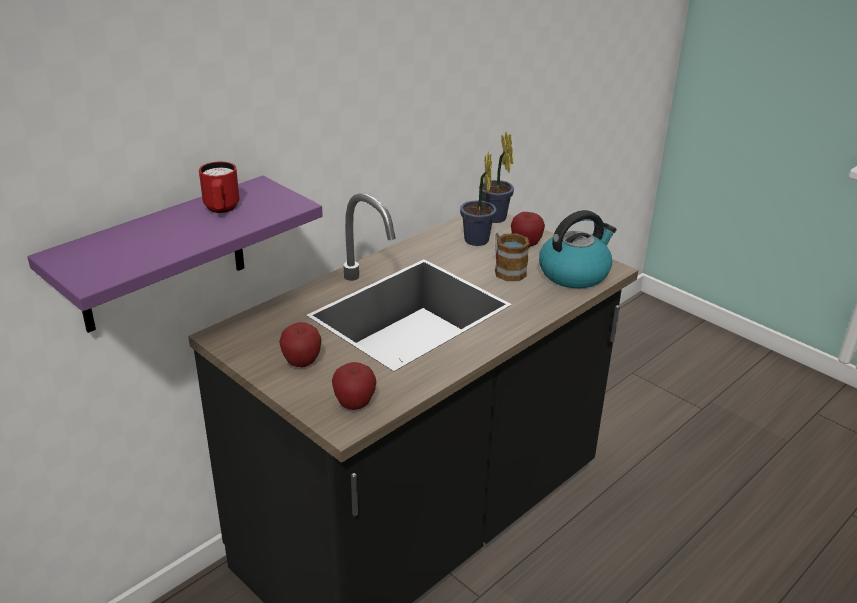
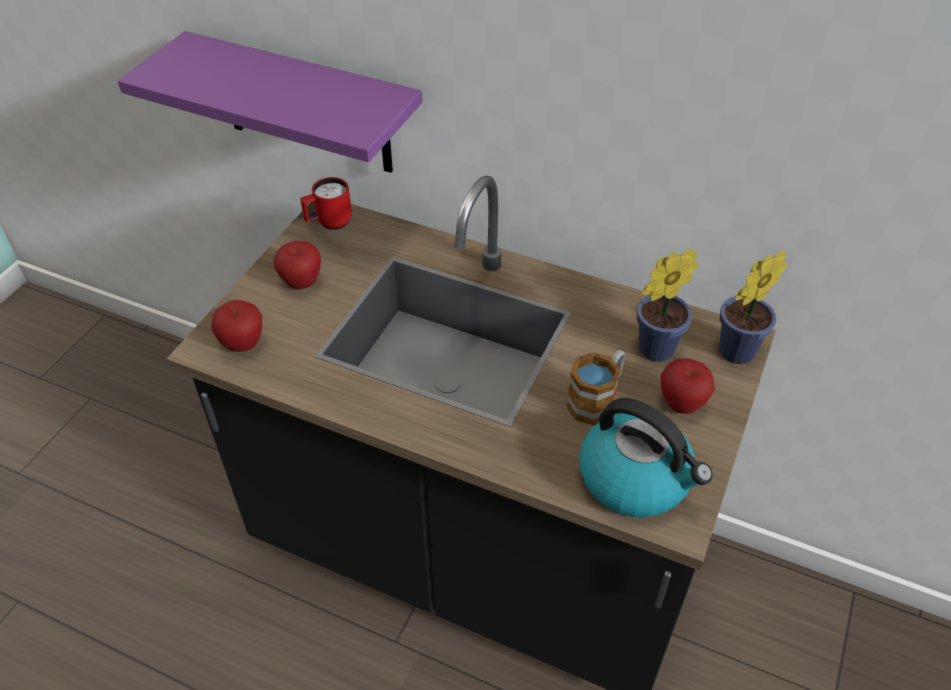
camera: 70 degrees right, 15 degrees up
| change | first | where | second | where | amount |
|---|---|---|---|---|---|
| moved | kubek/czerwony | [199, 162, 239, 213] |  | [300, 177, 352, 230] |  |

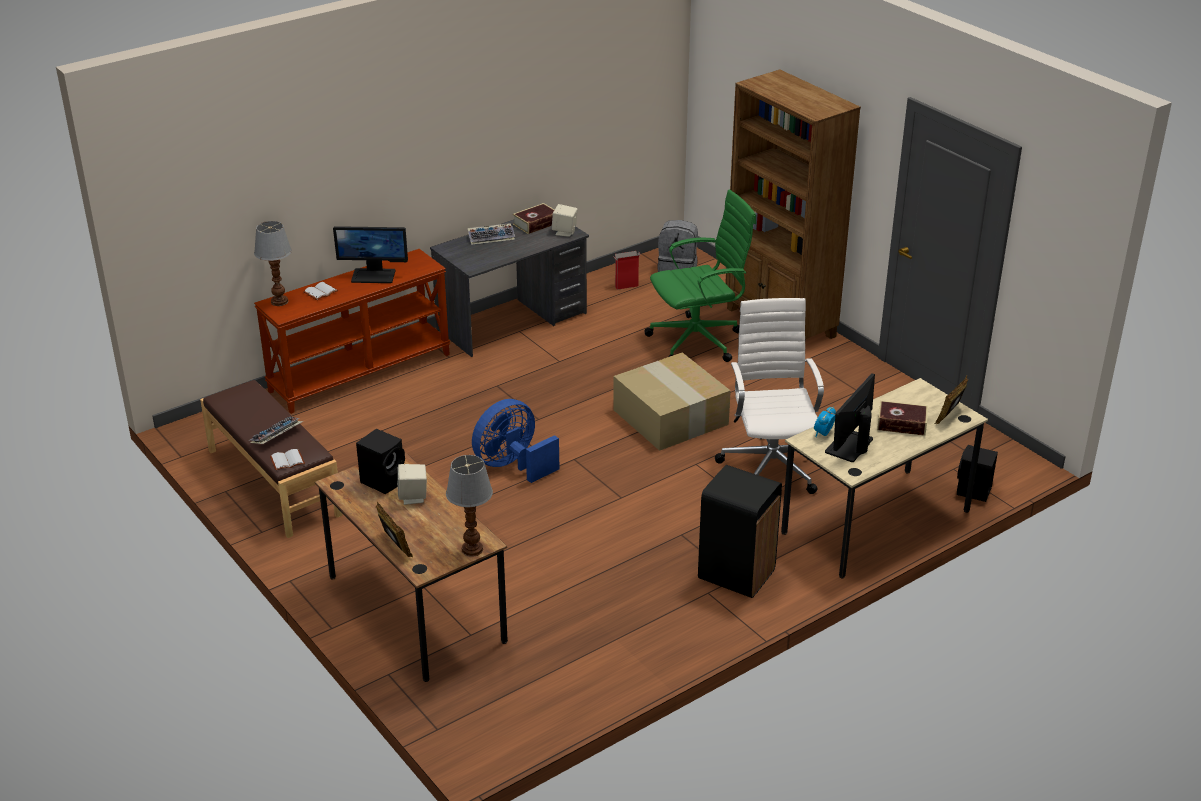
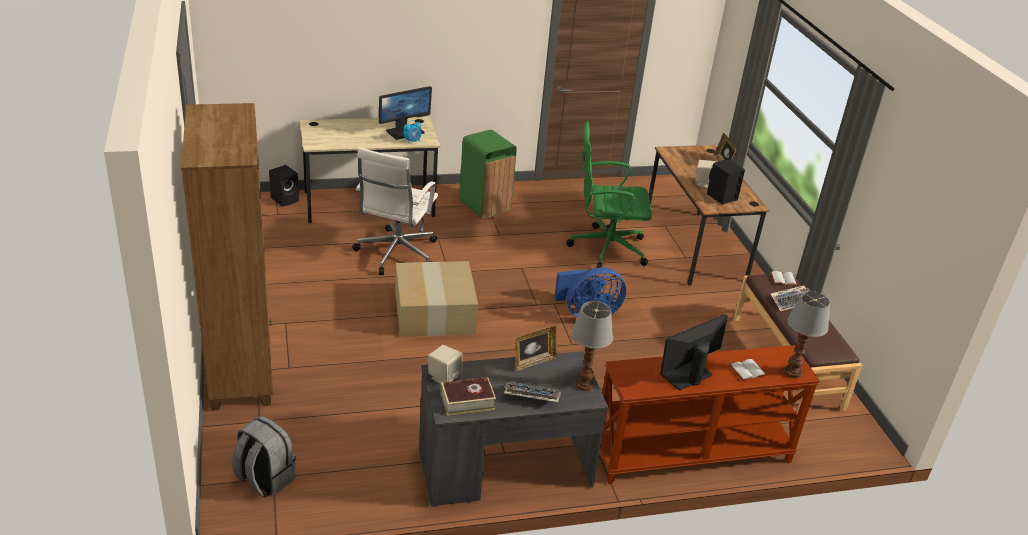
camera: 160 degrees left, 0 degrees up
| change | first | where | second | where | amount |
|---|---|---|---|---|---|
| recoloured | kosz na śmieci/czarny | [698, 465, 782, 598] | kosz na śmieci/zielony | [459, 130, 517, 219] |  |
| moved | ramka na zdjęcie | [935, 376, 968, 424] |  | [515, 326, 557, 371] |  |
| moved | krzesło biurowe/zielony | [645, 189, 756, 362] |  | [566, 121, 652, 268] |  |
| moved | lampa stołowa | [446, 455, 493, 557] |  | [571, 301, 613, 391] |  |
| turned | monitor | [333, 226, 408, 283] |  | [660, 314, 728, 390] | 60 degrees counterclockwise |
| removed | karton | [613, 251, 640, 290] |  |  |  |
| removed | książka | [877, 400, 928, 436] |  |  |  |

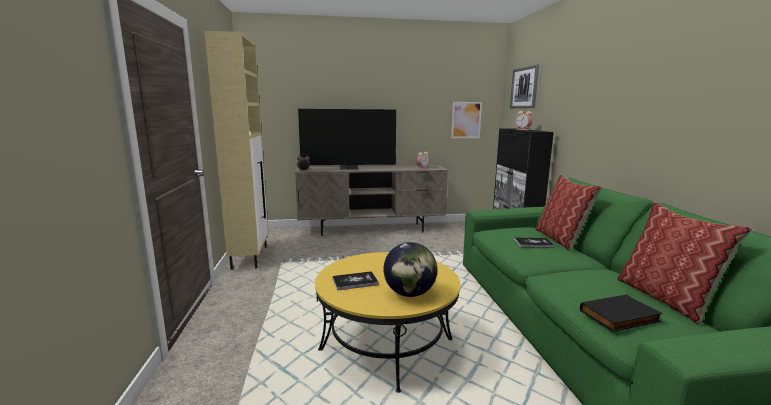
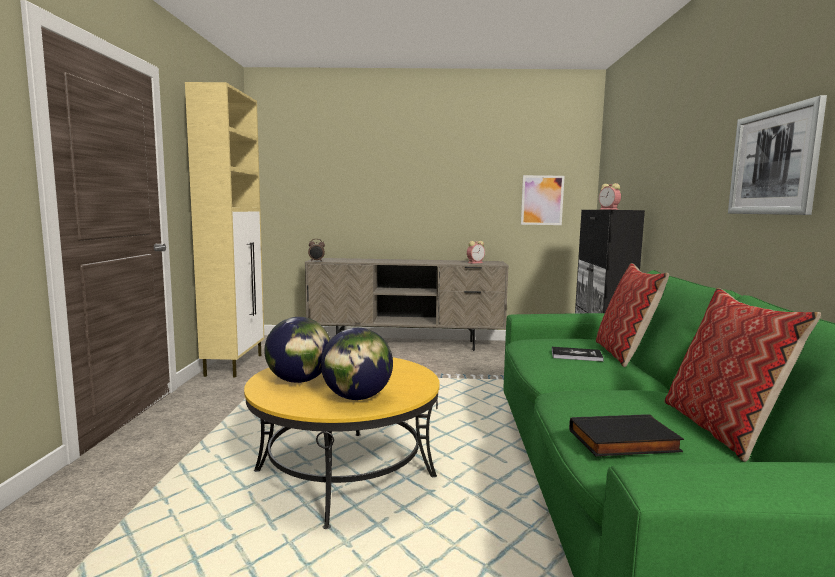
camera: 10 degrees right, 5 degrees down
| change | first | where | second | where | amount |
|---|---|---|---|---|---|
| replaced | książka | [332, 271, 379, 291] | globus | [264, 317, 330, 383] |  |
| moved | obraz | [510, 64, 539, 108] |  | [728, 95, 827, 215] |  |
| removed | telewizor | [298, 109, 396, 170] |  |  |  |

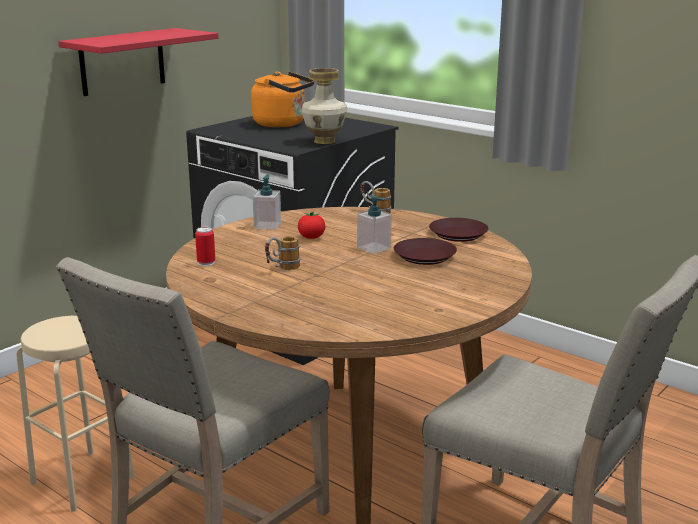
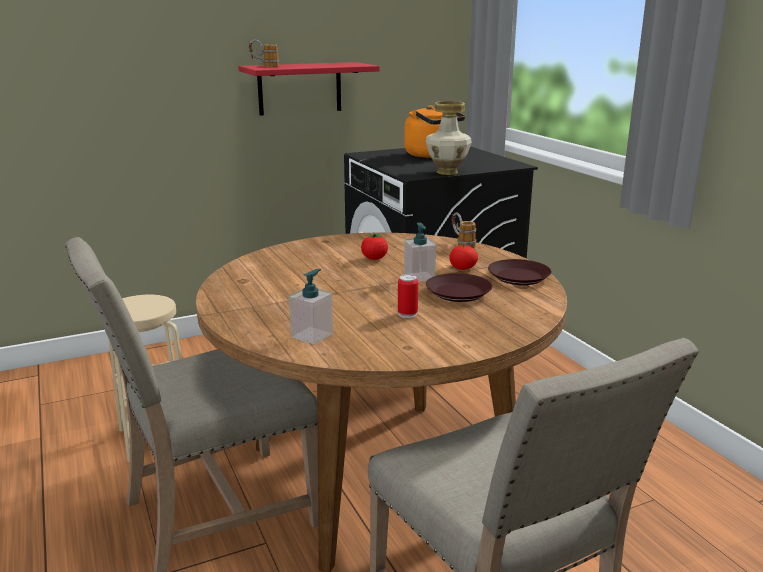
camera: 25 degrees right, 0 degrees up
| change | first | where | second | where | amount |
|---|---|---|---|---|---|
| moved | kubek | [265, 236, 300, 270] |  | [249, 40, 279, 67] |  |
| moved | dozownik mydła | [252, 174, 281, 230] |  | [289, 269, 333, 345] |  |
| moved | puszka | [195, 227, 215, 266] |  | [398, 274, 418, 318] |  |
| added |  |  | pomidor | [449, 245, 478, 270] |  |

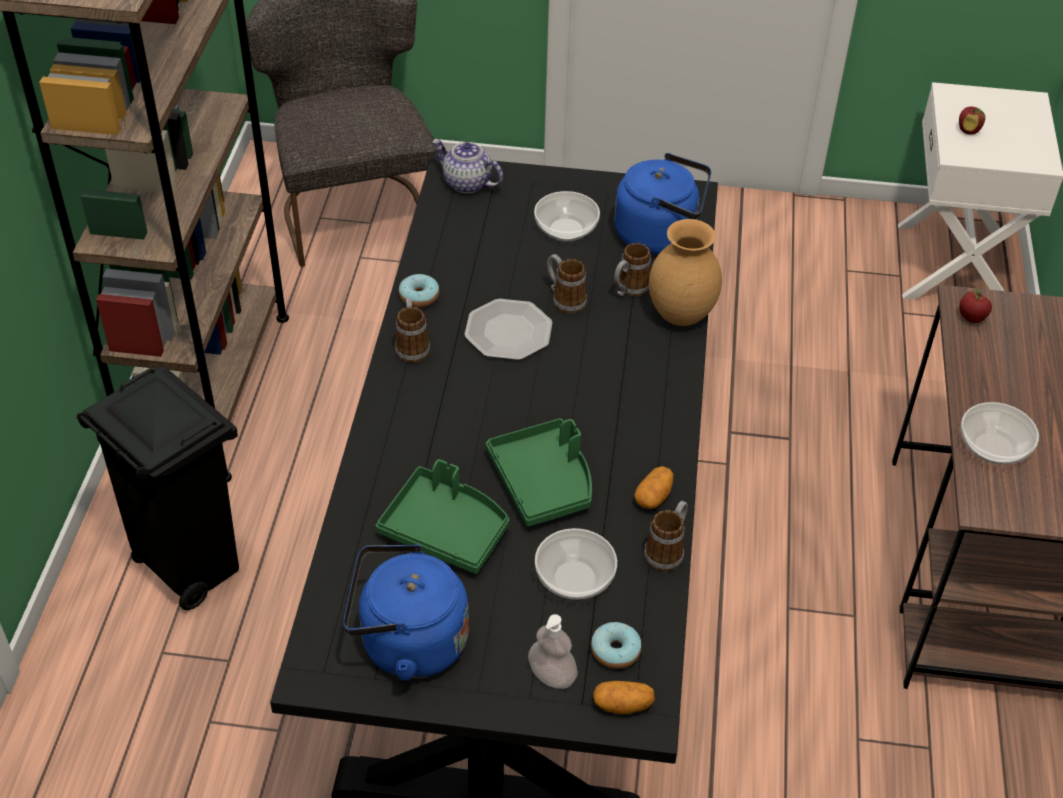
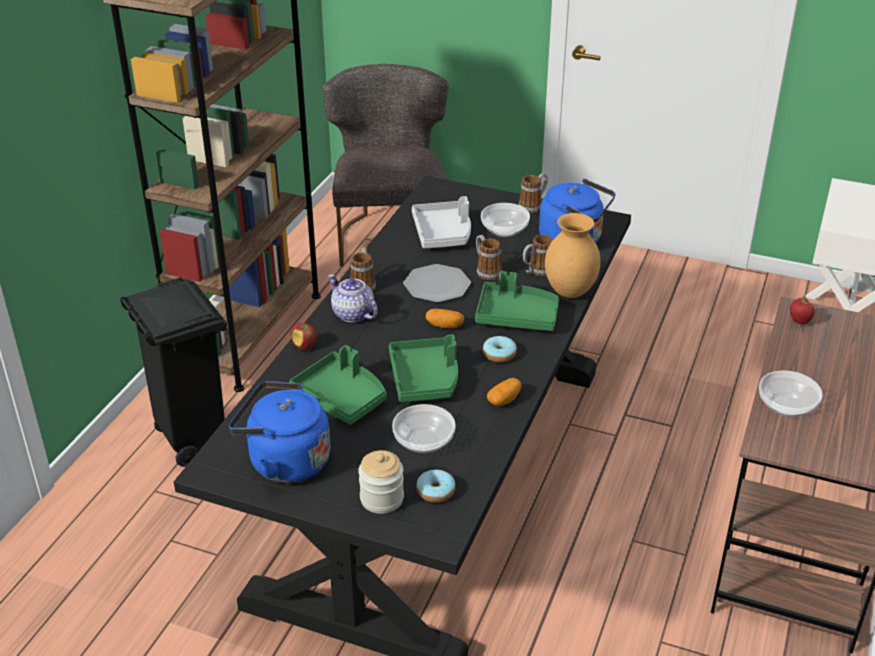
camera: 15 degrees right, 10 degrees down
| change | first | where | second | where | amount |
|---|---|---|---|---|---|
| moved | jabłko | [959, 107, 985, 135] |  | [291, 323, 316, 350] |  |
| moved | imbryk | [432, 140, 503, 194] |  | [328, 274, 378, 322] |  |
| replaced | dozownik mydła | [528, 614, 578, 689] | słoik | [358, 450, 404, 514] |  |
| added |  |  | taca/szary | [412, 196, 471, 248] |  |
| moved | ziemniak | [593, 681, 655, 714] |  | [426, 309, 464, 328] |  |
| added |  |  | taca/zielony | [475, 271, 559, 331] |  |
| moved | donut | [399, 274, 439, 308] |  | [483, 336, 517, 363] |  |
| moved | kubek | [644, 501, 688, 571] |  | [519, 173, 548, 214] |  |

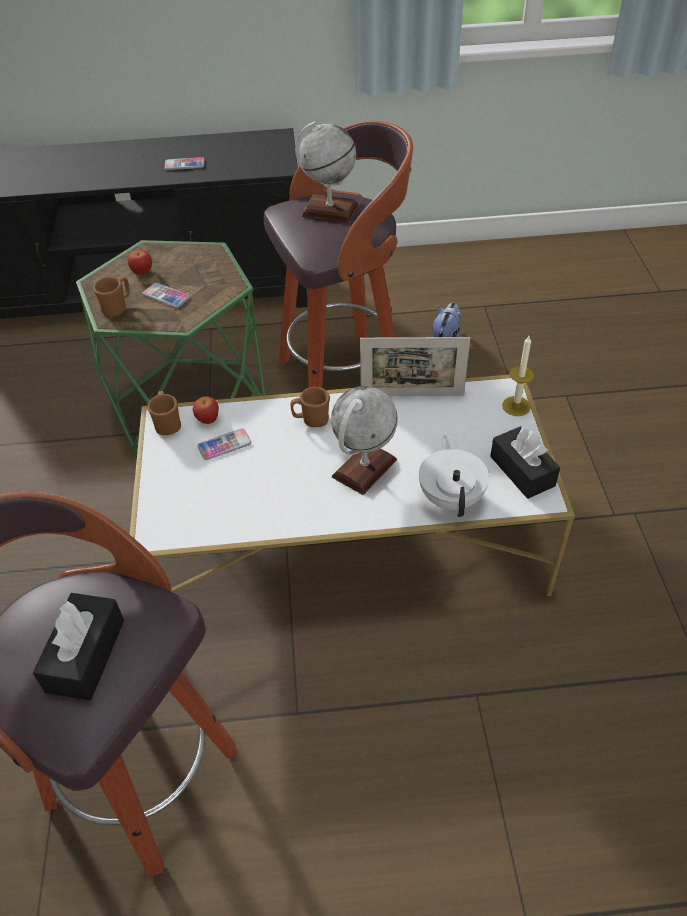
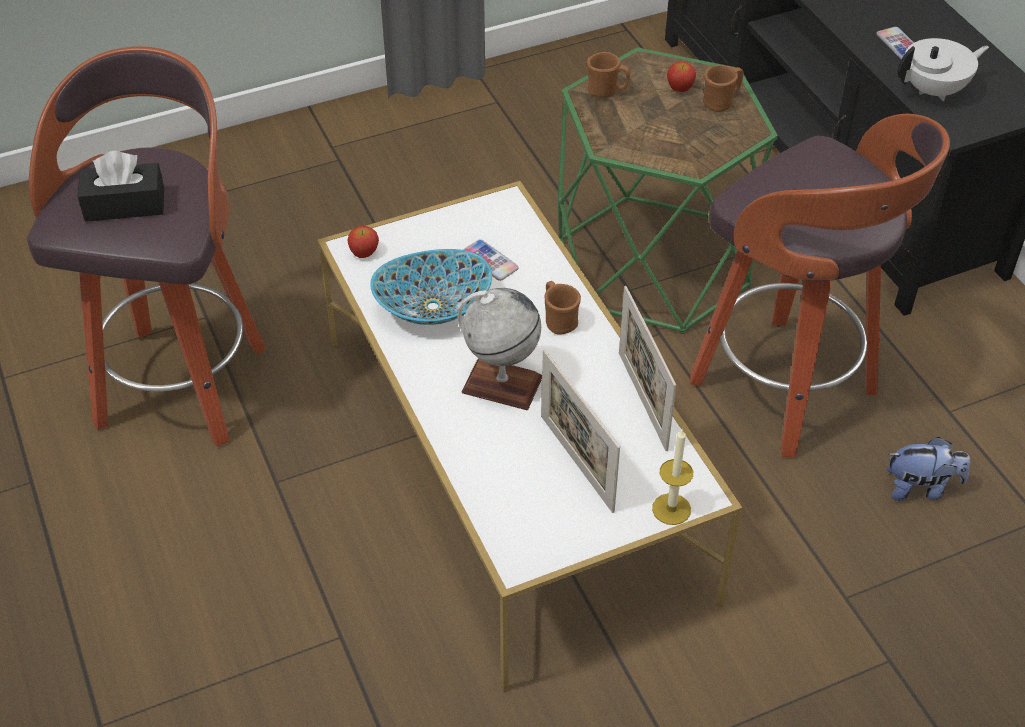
camera: 70 degrees right, 0 degrees up
| change | first | where | second | where | amount |
|---|---|---|---|---|---|
| moved | jabłko | [193, 396, 219, 424] |  | [347, 226, 379, 258] |  |
| added |  |  | miska | [370, 249, 492, 325] |  |
| added |  |  | ramka na zdjęcie | [541, 349, 620, 513] |  |
| moved | kubek/brązowy | [148, 391, 181, 435] |  | [703, 65, 744, 112] |  |
| moved | imbryk/biały | [419, 435, 489, 517] |  | [897, 38, 989, 101] |  |
| removed | telefon | [142, 283, 190, 308] |  |  |  |
| removed | globus | [295, 122, 359, 223] |  |  |  |
| removed | pudełko chusteczek/czarny | [490, 426, 560, 499] |  |  |  |

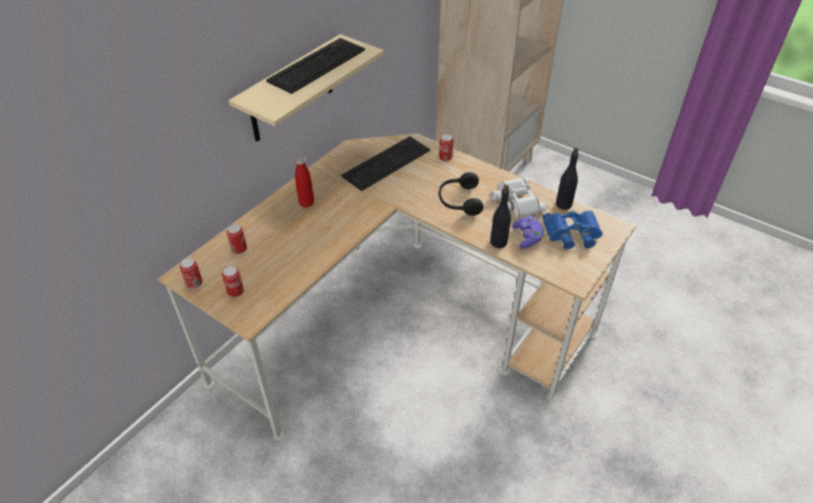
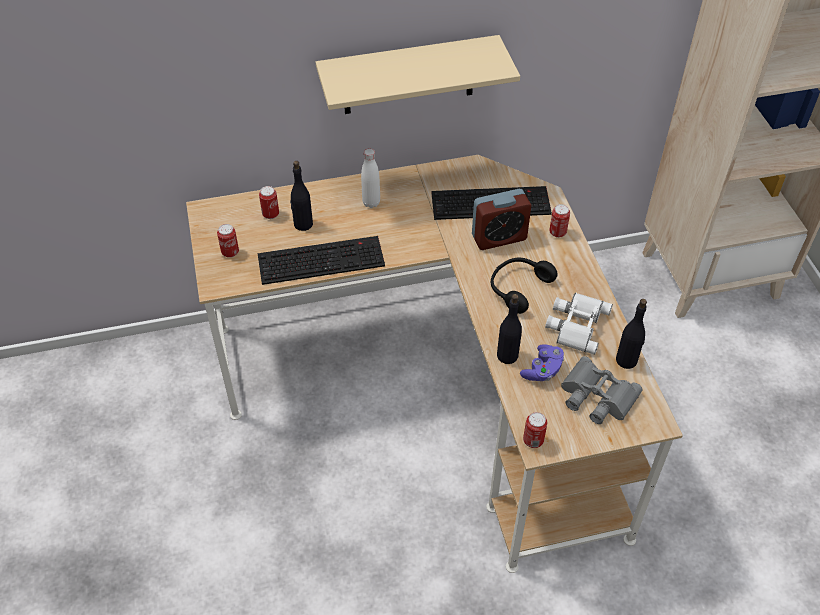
camera: 40 degrees right, 5 degrees up
| change | first | where | second | where | amount |
|---|---|---|---|---|---|
| moved | klawiatura | [266, 38, 365, 94] |  | [258, 236, 385, 285] |  |
| added |  |  | butelka/czarny | [290, 161, 313, 231] |  |
| recoloured | butelka/czerwony | [295, 155, 314, 208] | butelka/biały | [361, 148, 380, 208] |  |
| added |  |  | budzik | [472, 189, 531, 250] |  |
| moved | puszka | [180, 258, 203, 289] |  | [523, 412, 547, 448] |  |
| recoloured | lornetka/niebieski | [543, 210, 603, 249] | lornetka/szary | [561, 356, 643, 424] |  |

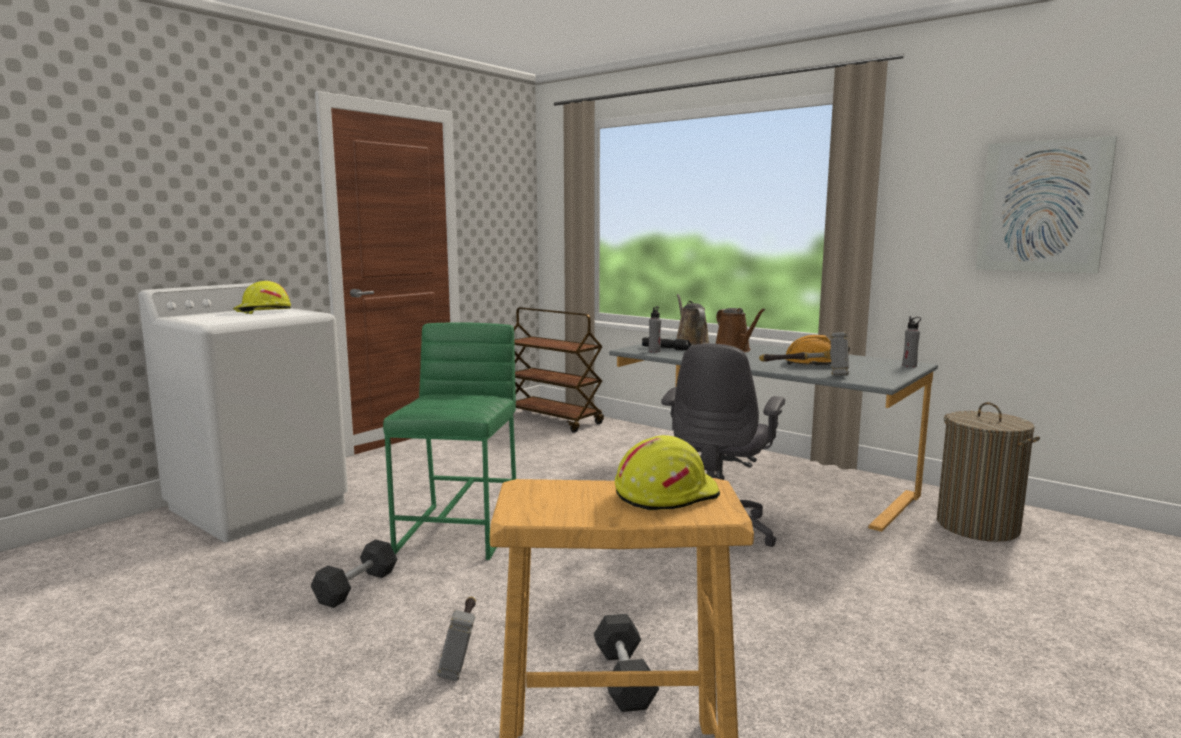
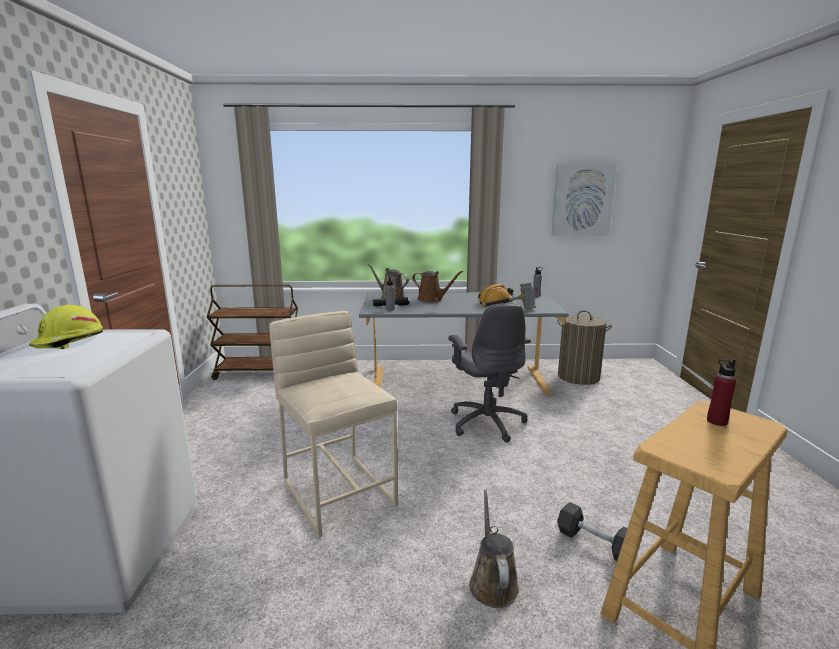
camera: 40 degrees left, 5 degrees up
| change | first | where | second | where | amount |
|---|---|---|---|---|---|
| recoloured | stołek/zielony | [383, 322, 516, 560] | stołek/beżowy | [269, 311, 398, 537] |  |
| replaced | młotek | [437, 597, 476, 681] | konewka/brązowy | [469, 489, 519, 608] |  |
| replaced | kask/żółty | [615, 435, 720, 510] | butelka/czerwony | [707, 359, 736, 426] |  |
| removed | hantel/szary | [311, 539, 398, 608] |  |  |  |

